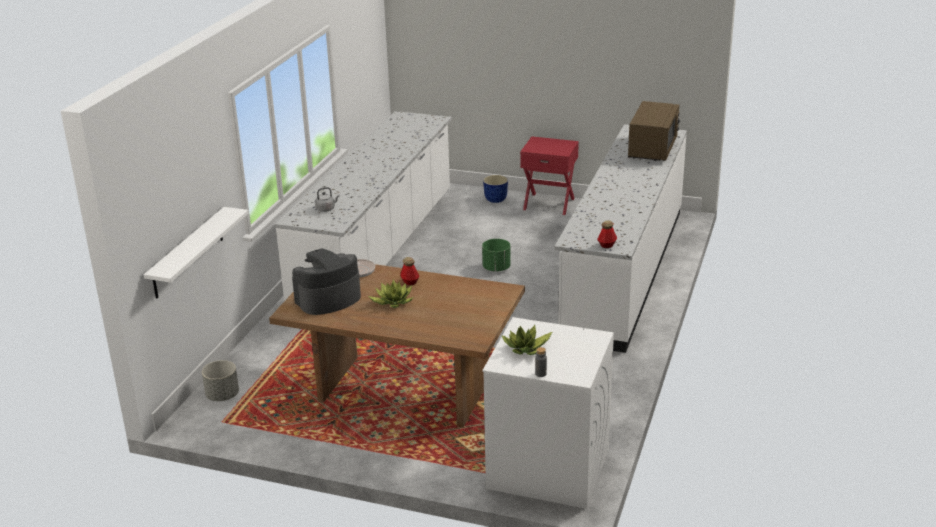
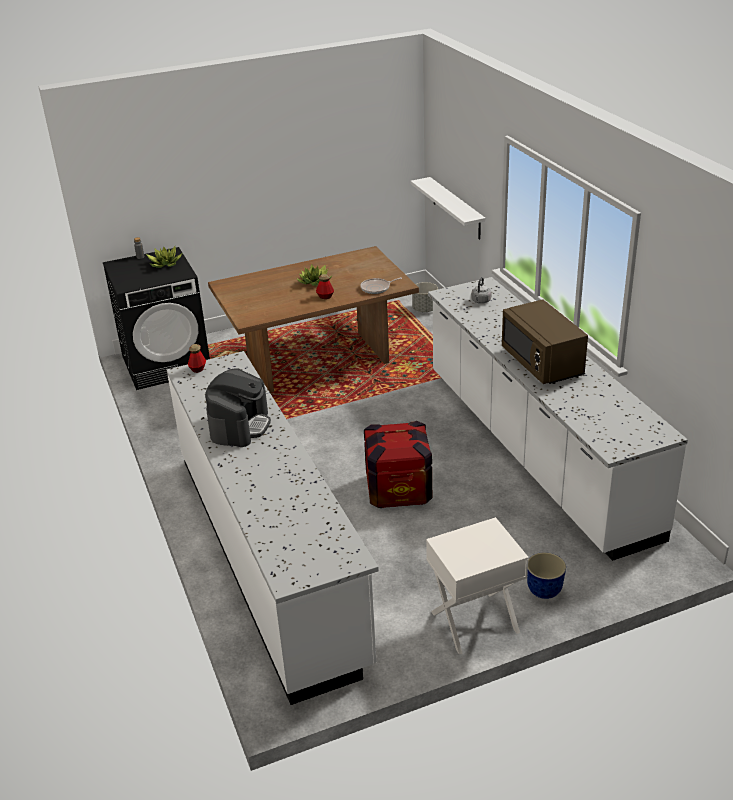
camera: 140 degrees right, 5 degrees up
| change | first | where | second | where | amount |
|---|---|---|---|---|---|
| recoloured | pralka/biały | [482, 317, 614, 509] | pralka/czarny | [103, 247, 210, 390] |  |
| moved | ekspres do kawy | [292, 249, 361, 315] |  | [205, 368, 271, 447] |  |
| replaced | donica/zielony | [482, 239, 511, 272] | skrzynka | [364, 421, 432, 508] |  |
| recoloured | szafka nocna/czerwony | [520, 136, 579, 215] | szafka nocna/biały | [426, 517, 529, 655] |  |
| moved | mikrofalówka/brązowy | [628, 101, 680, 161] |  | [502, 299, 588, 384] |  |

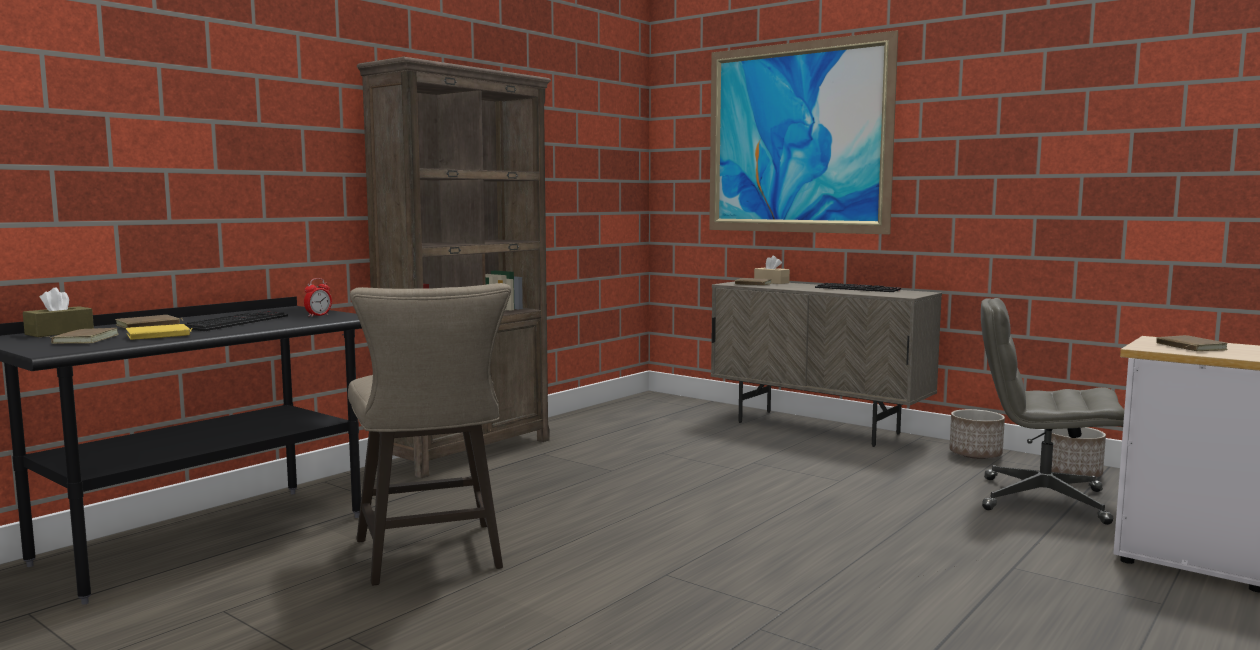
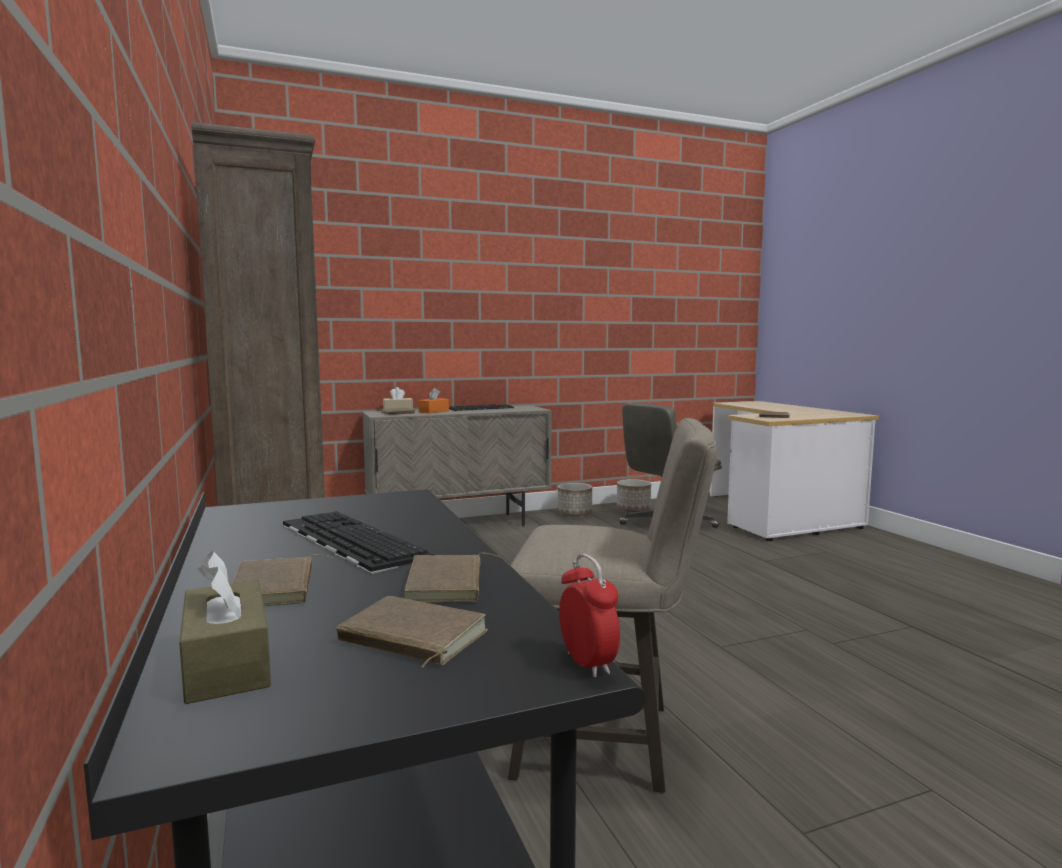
camera: 60 degrees left, 0 degrees up
| change | first | where | second | where | amount |
|---|---|---|---|---|---|
| recoloured | książka/żółty | [126, 324, 192, 340] | książka/brązowy | [404, 552, 501, 603] |  |
| added |  |  | pudełko chusteczek/pomarańczowy | [418, 388, 449, 413] |  |
| moved | budzik | [304, 278, 332, 317] |  | [559, 554, 620, 678] |  |
| removed | obraz | [709, 30, 898, 235] |  |  |  |

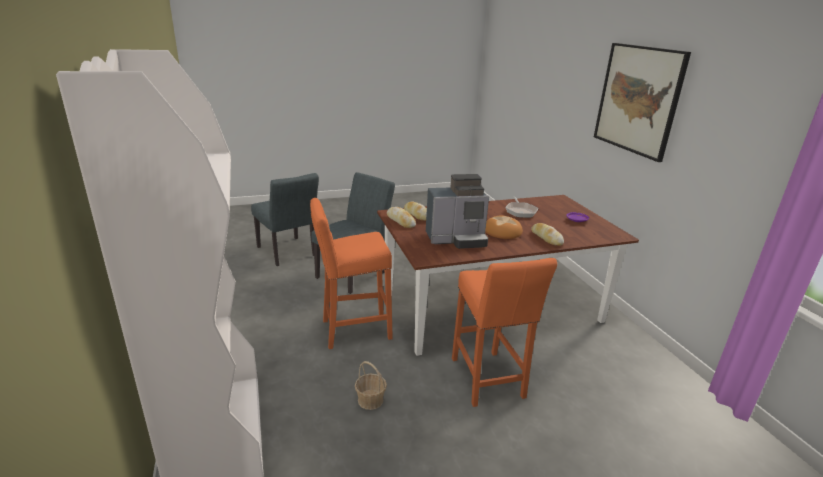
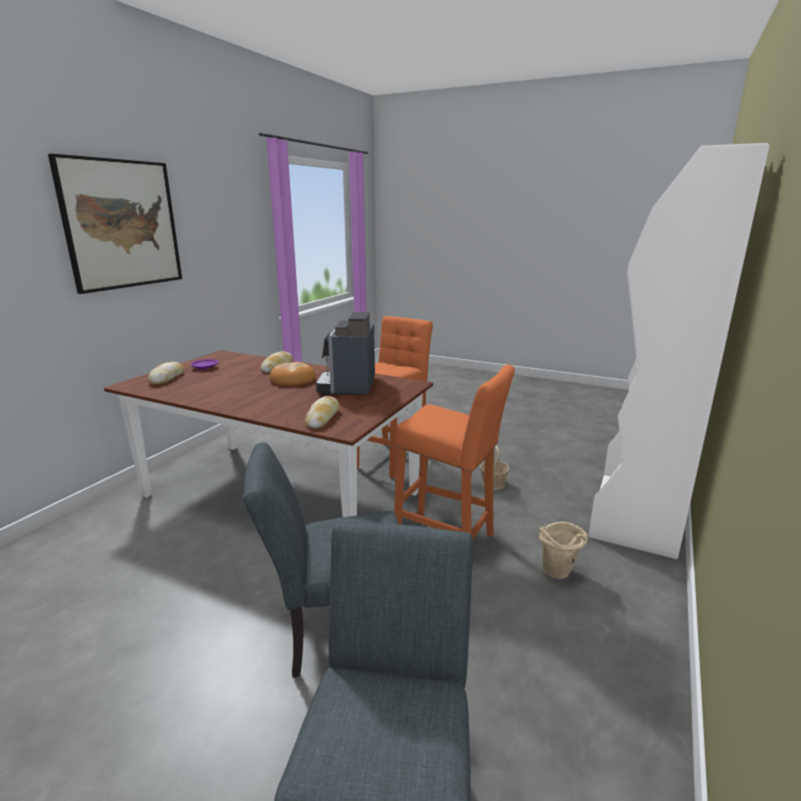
camera: 135 degrees left, 5 degrees down
| change | first | where | second | where | amount |
|---|---|---|---|---|---|
| moved | chleb | [387, 207, 416, 228] |  | [148, 362, 185, 384] |  |
| turned | ekspres do kawy | [426, 174, 489, 249] |  | [316, 312, 375, 395] | 120 degrees counterclockwise |
| added |  |  | wiadro/beżowy | [539, 522, 588, 579] |  |
| removed | patelnia | [506, 196, 538, 218] |  |  |  |

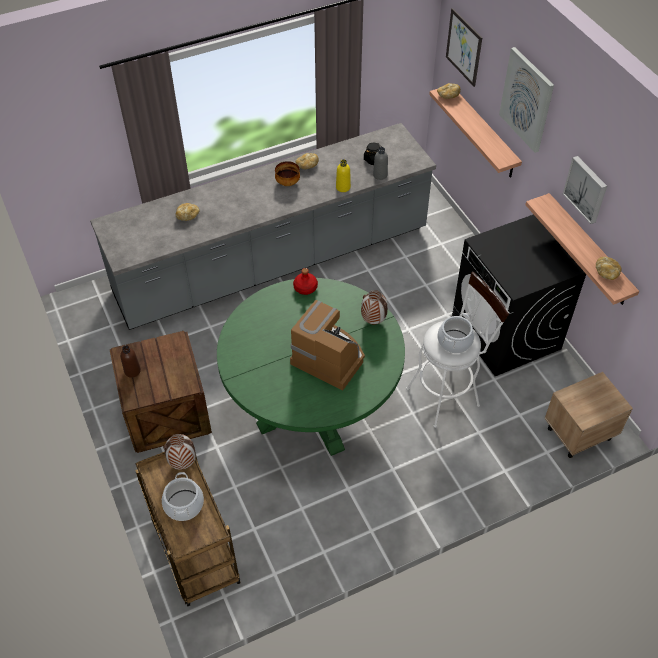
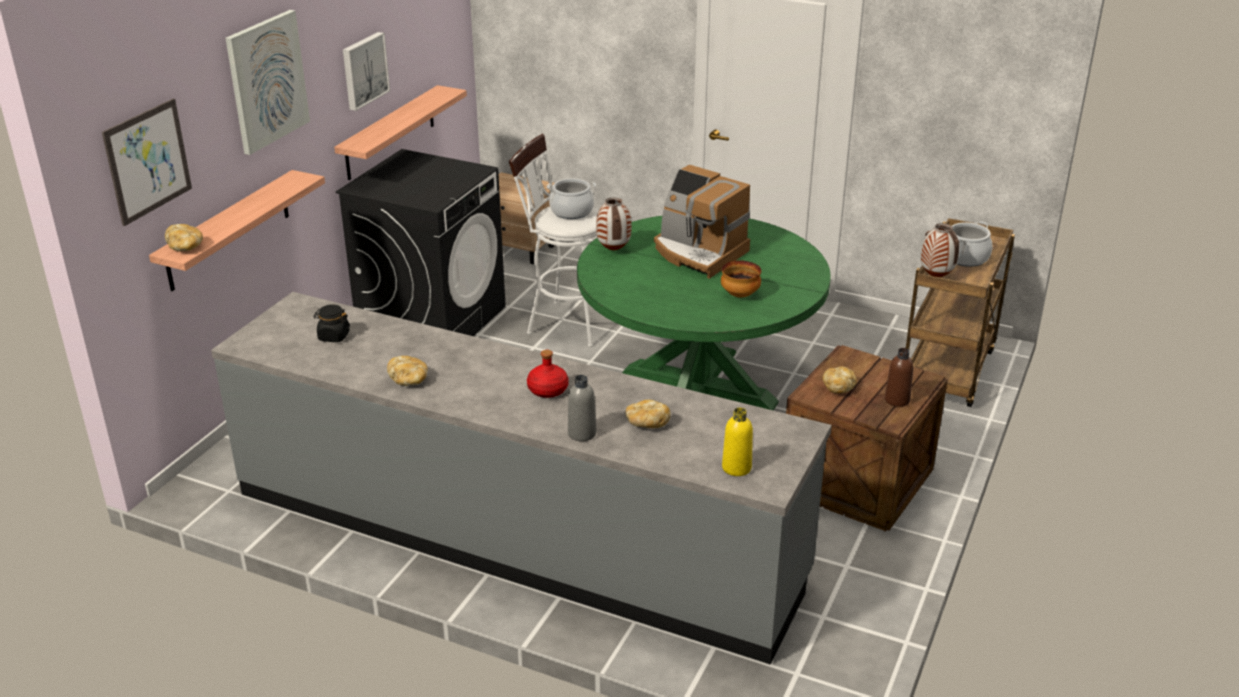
camera: 130 degrees left, 20 degrees down
| change | first | where | second | where | amount |
|---|---|---|---|---|---|
| moved | butelka/czerwony | [293, 268, 318, 295] |  | [527, 350, 569, 398] |  |
| moved | butelka/szary | [373, 147, 388, 180] |  | [568, 375, 596, 441] |  |
| turned | ekspres do kawy | [290, 300, 365, 391] |  | [654, 165, 750, 279] | 45 degrees counterclockwise |
| moved | miska | [275, 161, 300, 186] |  | [721, 260, 761, 298] |  |
| moved | butelka/żółty | [336, 159, 351, 192] |  | [722, 407, 753, 476] |  |
| moved | chleb | [596, 257, 622, 280] |  | [823, 366, 857, 393] |  |

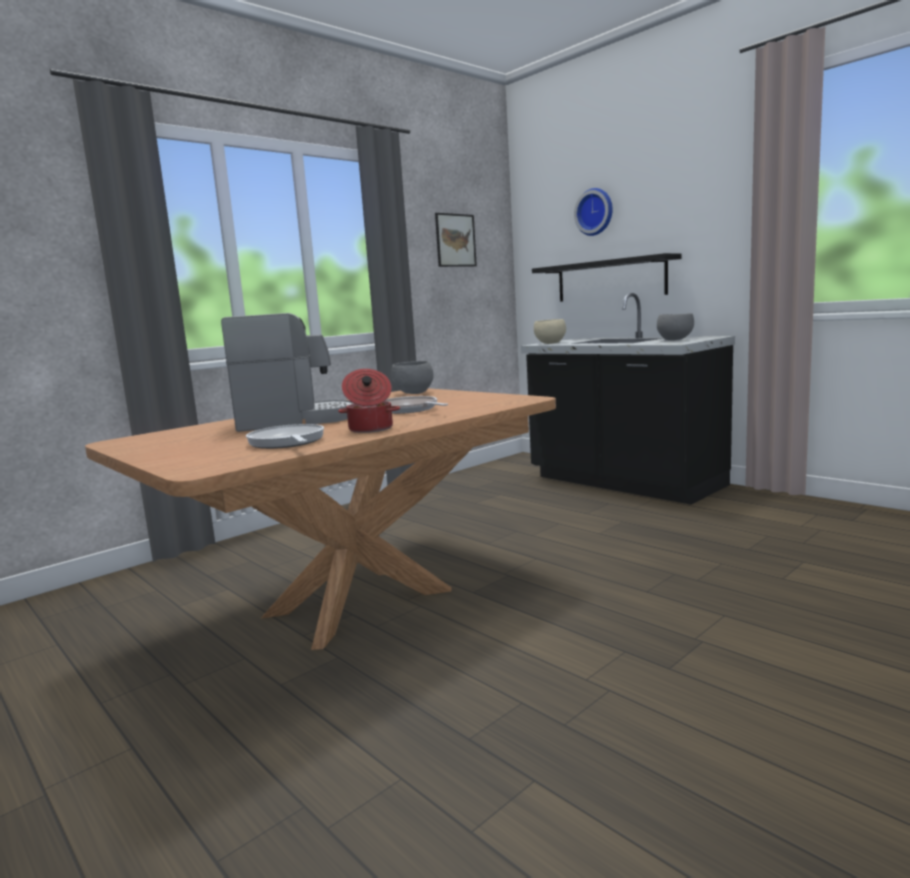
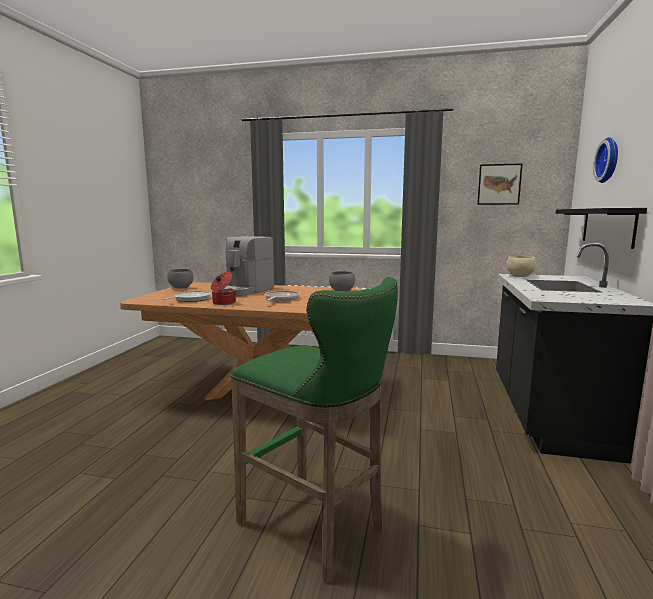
camera: 55 degrees right, 0 degrees up
| change | first | where | second | where | amount |
|---|---|---|---|---|---|
| moved | miska/szary | [657, 313, 694, 340] |  | [167, 269, 194, 289] |  |
| turned | ekspres do kawy | [221, 313, 354, 432] |  | [224, 236, 274, 297] | 75 degrees clockwise |
| added |  |  | stołek/zielony | [231, 277, 398, 583] |  |

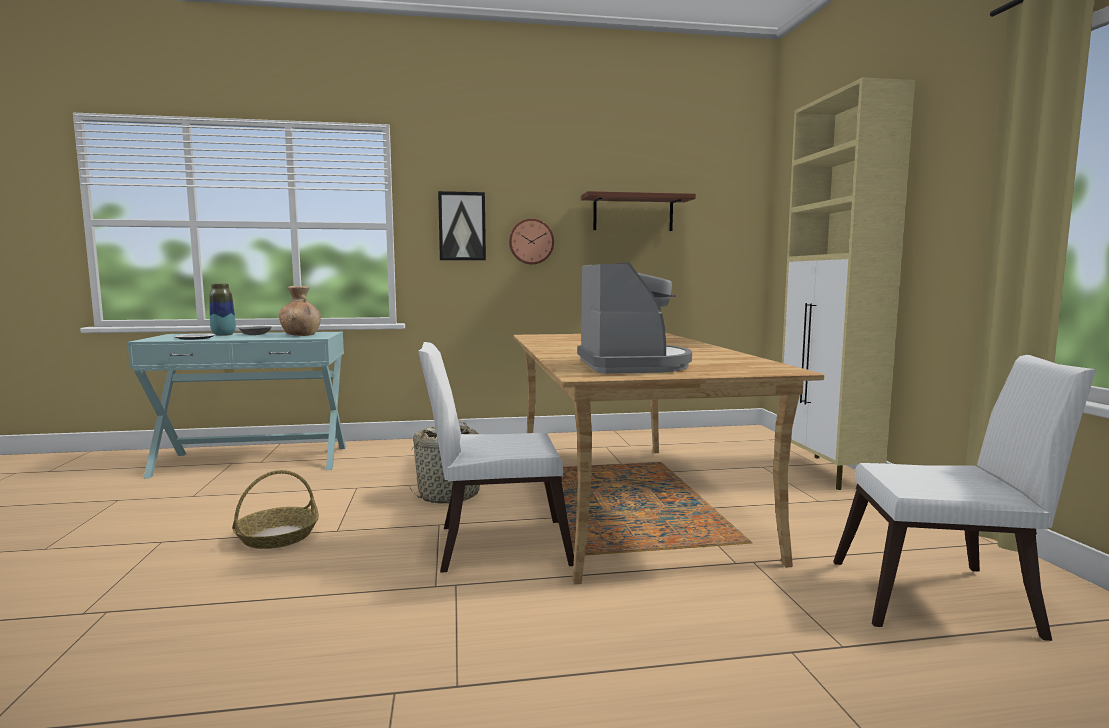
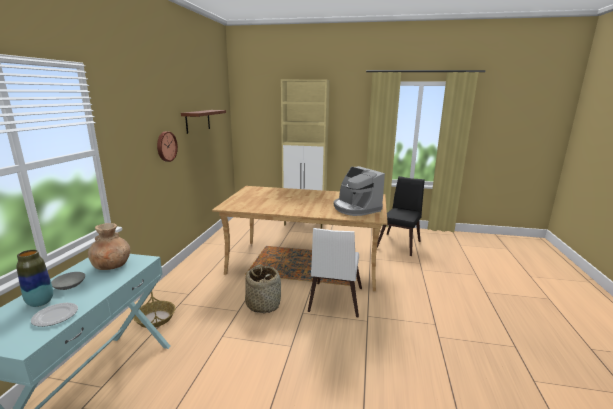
camera: 70 degrees left, 10 degrees up
| change | first | where | second | where | amount |
|---|---|---|---|---|---|
| moved | koszyk | [232, 470, 319, 549] |  | [133, 291, 176, 328] |  |
| turned | ekspres do kawy | [577, 262, 692, 374] |  | [334, 166, 385, 216] | 135 degrees counterclockwise |
| recoloured | krzesło/biały | [833, 355, 1096, 641] | krzesło/czarny | [377, 176, 425, 256] |  |
| removed | obraz | [438, 191, 486, 260] |  |  |  |

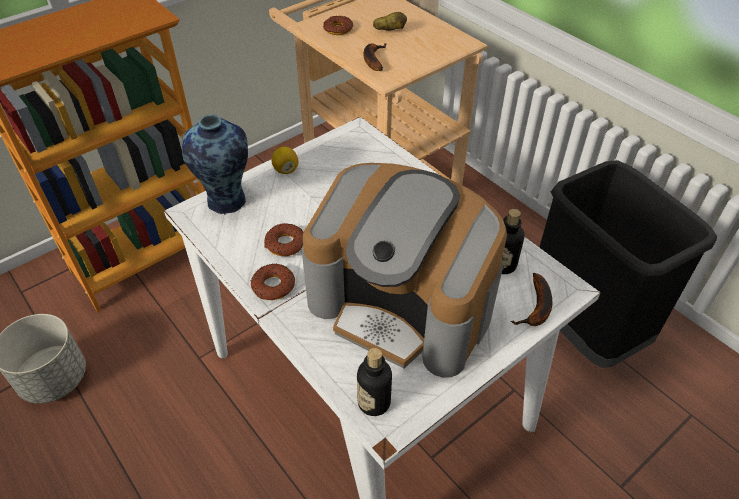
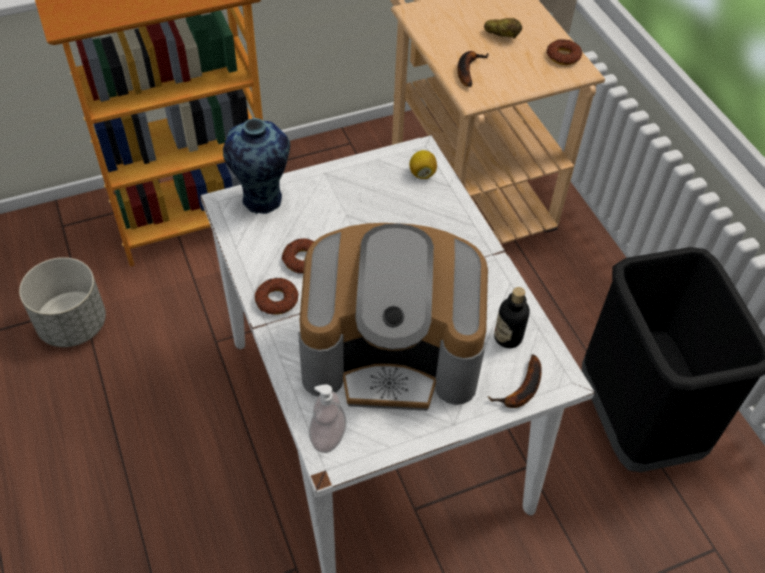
camera: 15 degrees right, 5 degrees up
| change | first | where | second | where | amount |
|---|---|---|---|---|---|
| turned | ekspres do kawy | [302, 163, 507, 378] |  | [298, 223, 488, 411] | 45 degrees counterclockwise |
| replaced | butelka | [357, 348, 392, 416] | dozownik mydła | [309, 384, 346, 453] |  |
| moved | cytryna | [271, 147, 299, 174] |  | [409, 150, 437, 179] |  |
| moved | donut | [323, 16, 353, 35] |  | [547, 39, 582, 65] |  |

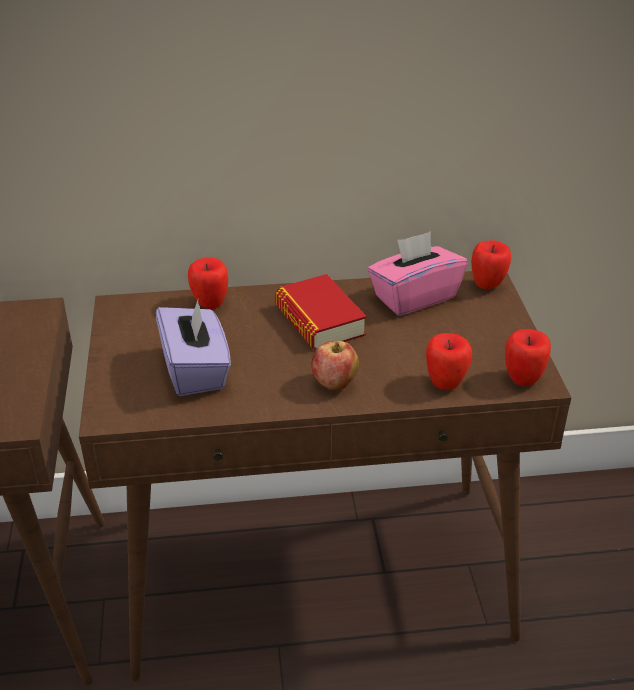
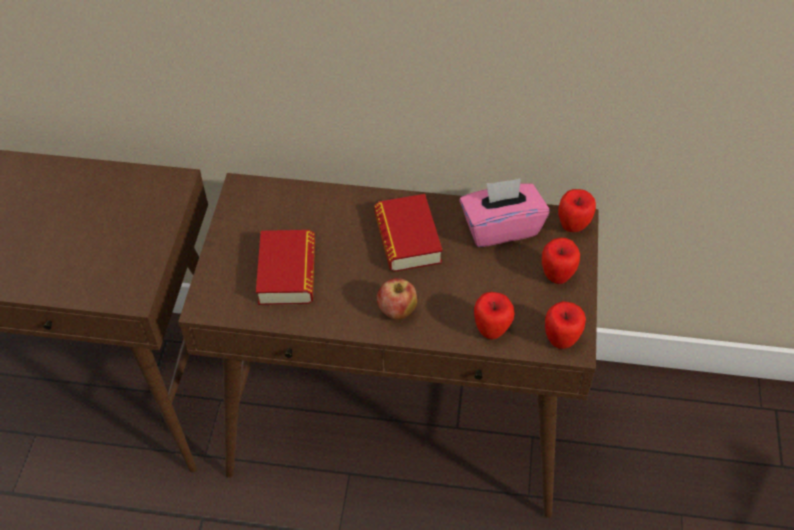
camera: 15 degrees right, 15 degrees up
| change | first | where | second | where | amount |
|---|---|---|---|---|---|
| replaced | pudełko chusteczek/fioletowy | [156, 300, 231, 396] | książka | [256, 230, 315, 305] |  |
| moved | jabłko | [188, 257, 228, 309] |  | [542, 237, 580, 284] |  |

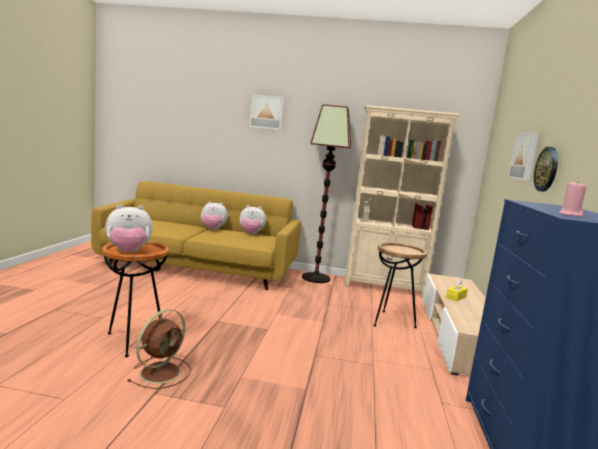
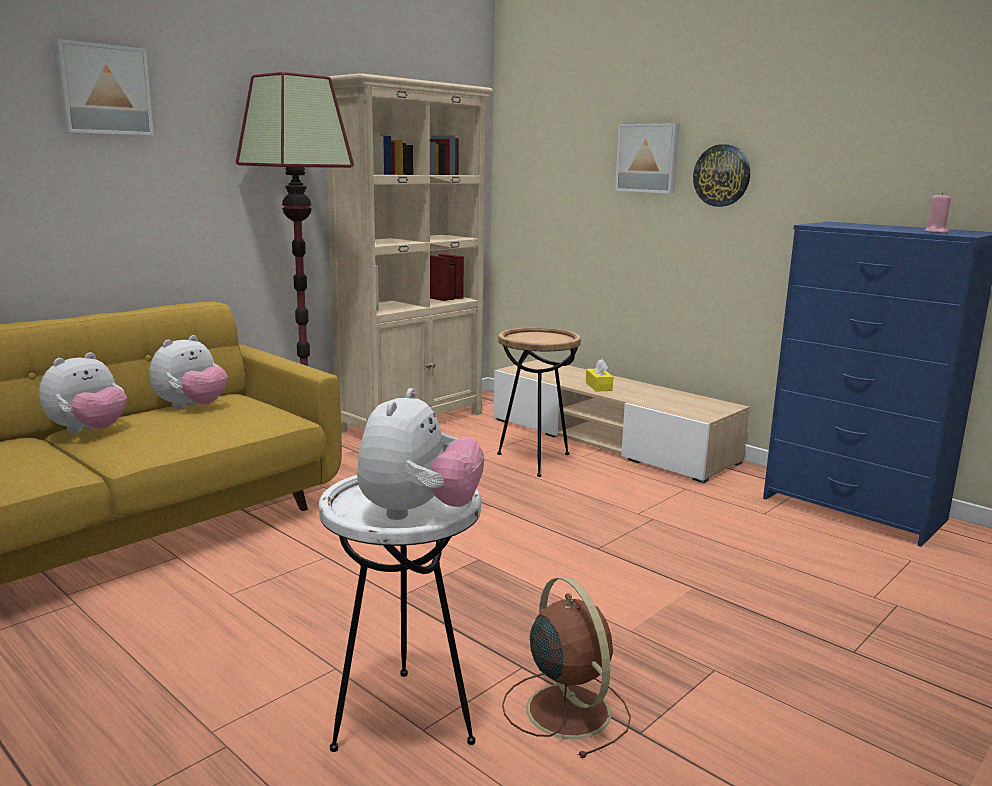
camera: 55 degrees left, 5 degrees up
| change | first | where | second | where | amount |
|---|---|---|---|---|---|
| recoloured | stolik/pomarańczowy | [102, 241, 169, 357] | stolik/biały | [319, 475, 481, 752] |  |

